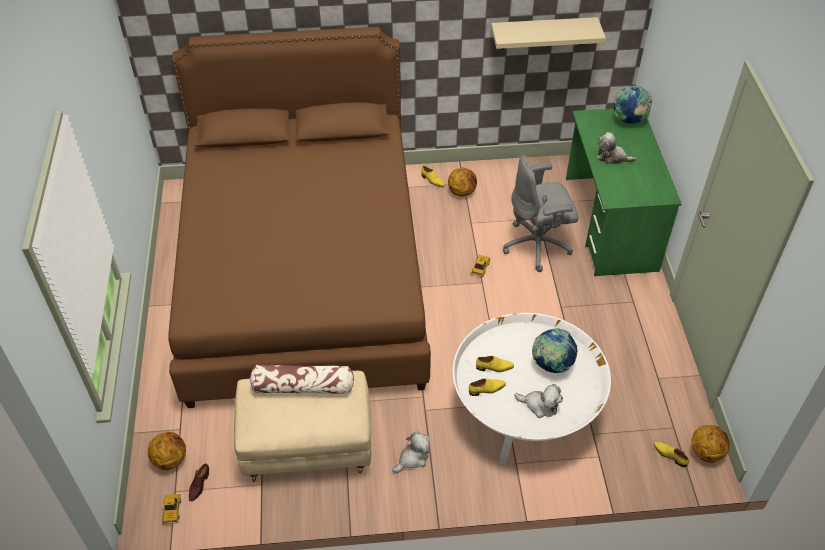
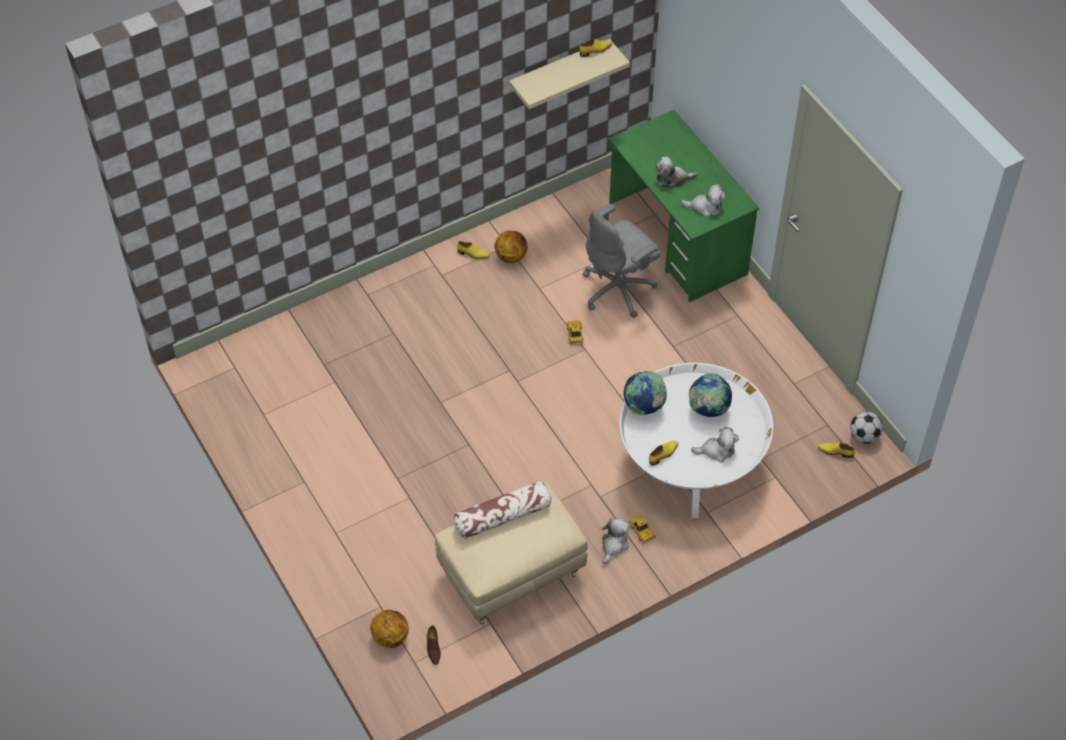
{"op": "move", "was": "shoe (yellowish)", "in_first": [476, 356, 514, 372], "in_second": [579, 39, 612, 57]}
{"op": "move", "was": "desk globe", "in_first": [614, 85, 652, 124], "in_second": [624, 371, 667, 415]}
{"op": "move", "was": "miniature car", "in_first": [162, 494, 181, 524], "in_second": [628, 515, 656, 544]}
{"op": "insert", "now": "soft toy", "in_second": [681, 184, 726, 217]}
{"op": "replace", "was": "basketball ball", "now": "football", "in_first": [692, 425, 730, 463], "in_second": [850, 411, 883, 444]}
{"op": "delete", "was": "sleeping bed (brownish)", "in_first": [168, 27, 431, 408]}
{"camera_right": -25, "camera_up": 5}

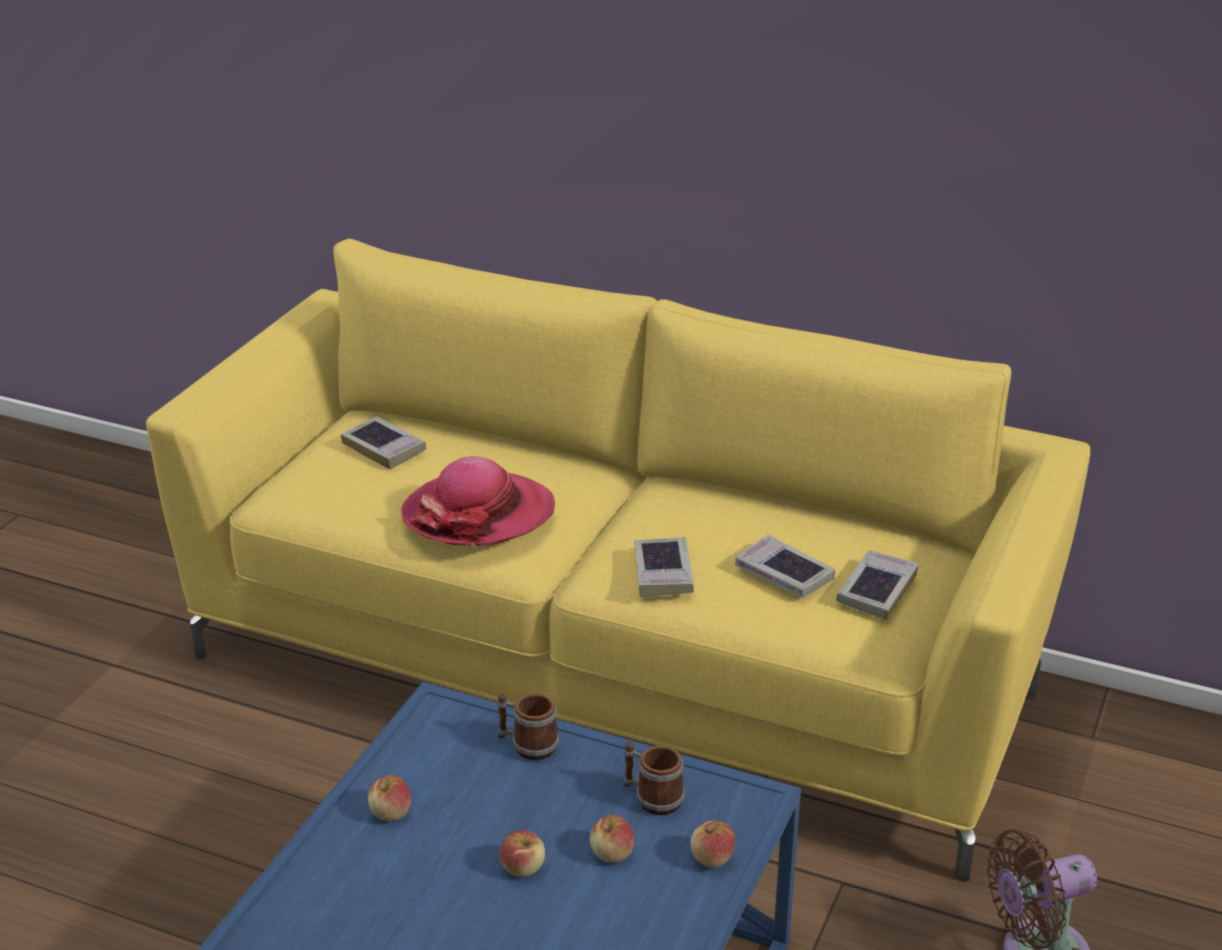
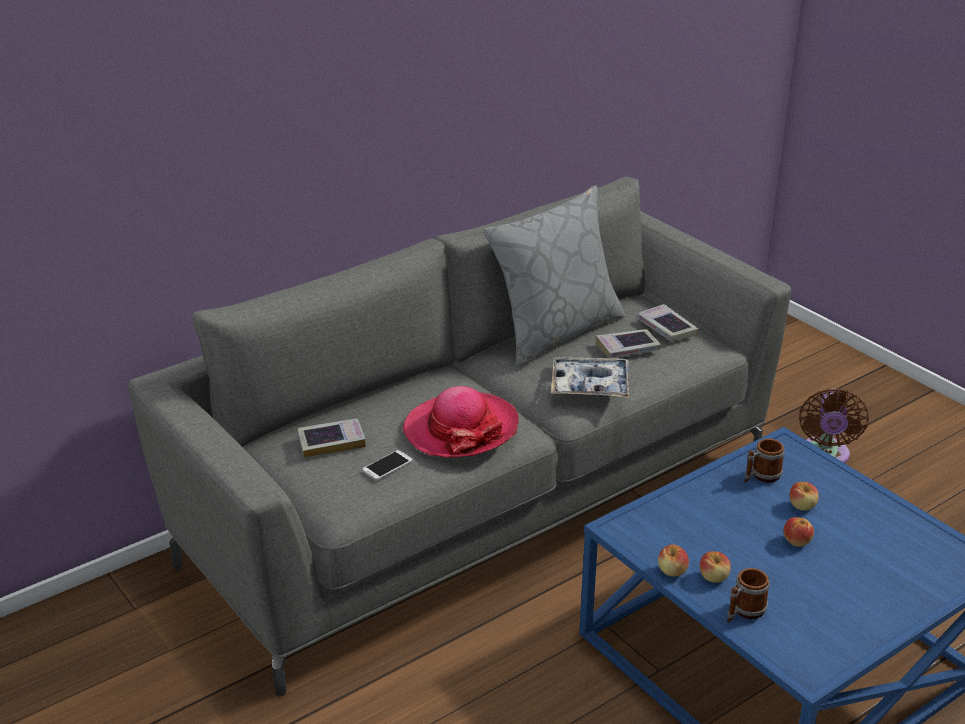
{"op": "recolor", "was": "couch (yellowish)", "now": "couch (grey)", "in_first": [146, 239, 1090, 882], "in_second": [128, 177, 791, 696]}
{"op": "insert", "now": "telephone", "in_second": [363, 450, 413, 480]}
{"op": "insert", "now": "pillow (grey)", "in_second": [484, 185, 625, 368]}
{"op": "replace", "was": "bound book", "now": "tray", "in_first": [634, 537, 694, 597], "in_second": [551, 357, 629, 398]}
{"op": "move", "was": "apple", "in_first": [690, 820, 735, 868], "in_second": [658, 544, 689, 577]}
{"op": "move", "was": "coffee mug", "in_first": [498, 693, 559, 760], "in_second": [727, 568, 770, 622]}
{"camera_right": -60, "camera_up": 0}

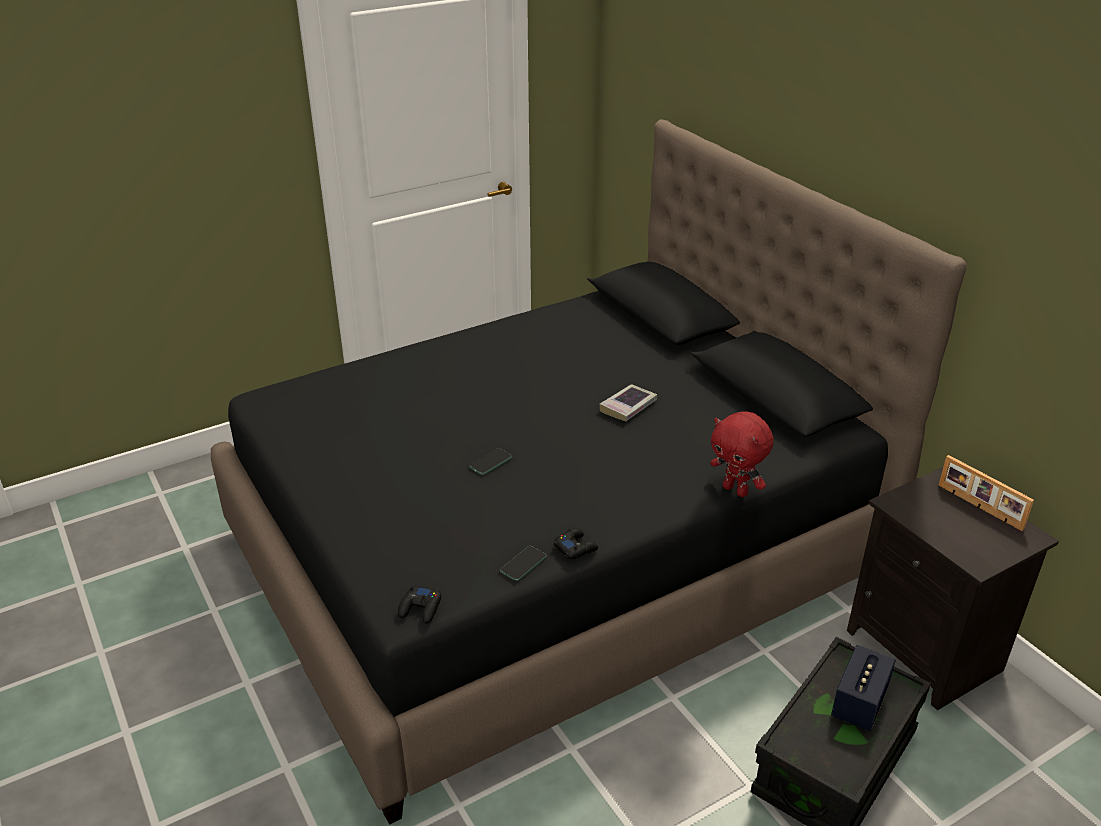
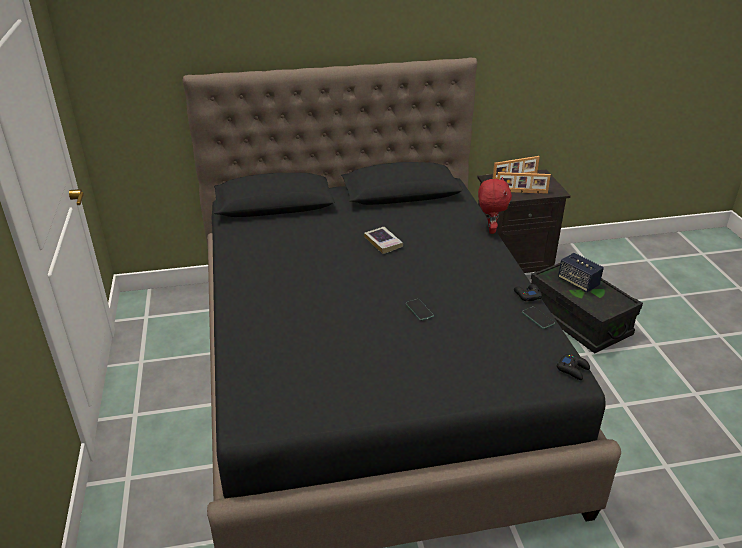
{"op": "rotate", "was": "soft toy (red-coloured)", "in_first": [710, 411, 774, 497], "in_second": [478, 177, 512, 234], "clockwise": -60}
{"op": "insert", "now": "standing frame", "in_second": [497, 172, 551, 194]}
{"camera_right": -70, "camera_up": 0}

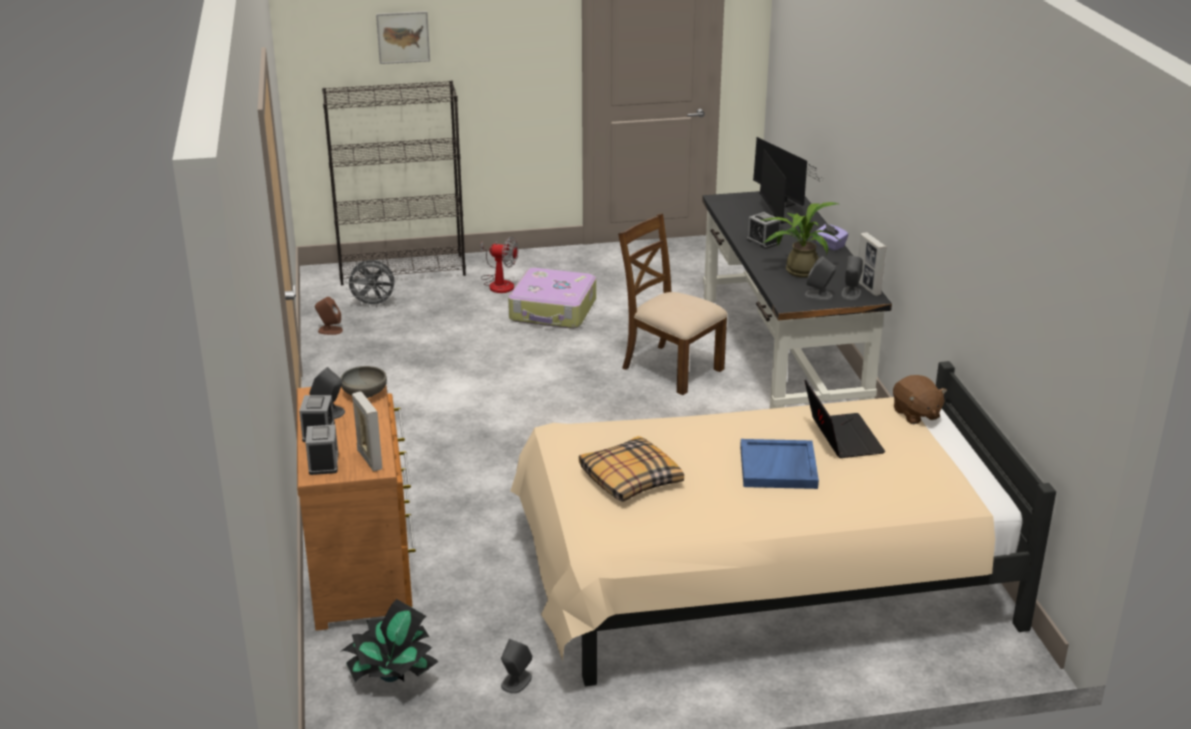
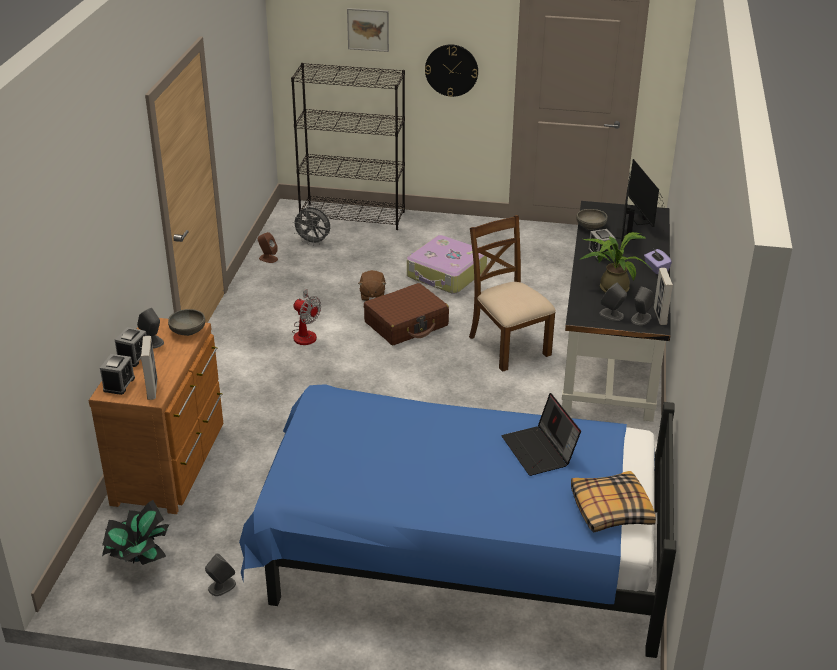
{"op": "recolor", "was": "sleeping bed (beige)", "now": "sleeping bed (blue-coloured)", "in_first": [510, 361, 1056, 686], "in_second": [239, 384, 676, 658]}
{"op": "move", "was": "electric fan", "in_first": [480, 237, 518, 293], "in_second": [292, 289, 321, 345]}
{"op": "move", "was": "soft toy (brownish)", "in_first": [893, 375, 947, 424], "in_second": [358, 270, 387, 301]}
{"op": "insert", "now": "travel case (brownish)", "in_second": [364, 283, 449, 345]}
{"op": "insert", "now": "hanging clock", "in_second": [425, 44, 478, 97]}
{"op": "rotate", "was": "notebook computer", "in_first": [805, 380, 885, 458], "in_second": [502, 393, 581, 476], "clockwise": 150}
{"op": "move", "was": "pillow", "in_first": [579, 436, 684, 502], "in_second": [571, 471, 656, 532]}
{"op": "insert", "now": "deep dish (grey)", "in_second": [577, 209, 608, 230]}
{"op": "delete", "was": "tray (blue-coloured)", "in_first": [740, 439, 819, 489]}
{"camera_right": 20, "camera_up": 5}

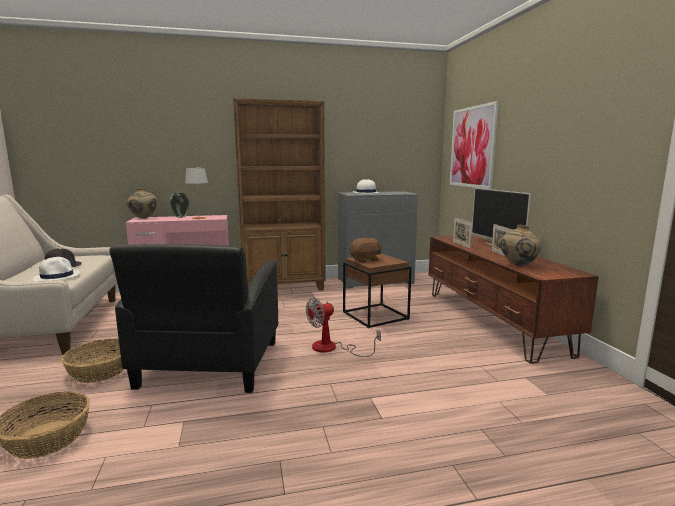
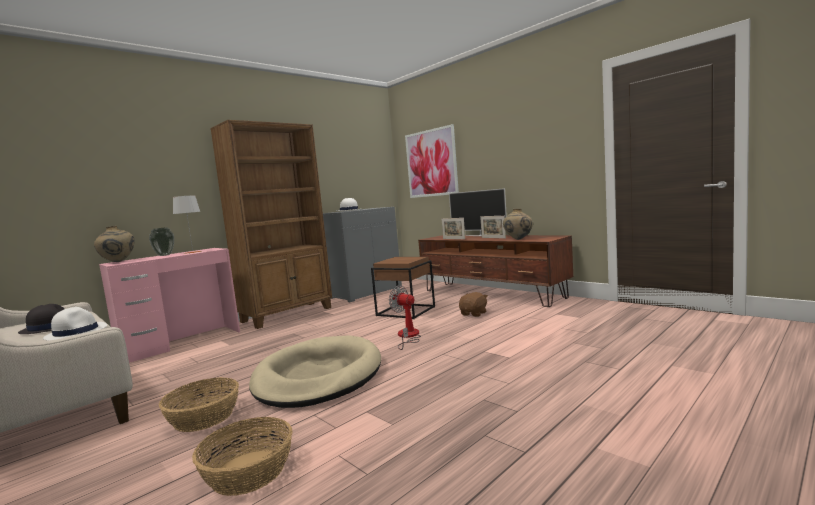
{"op": "replace", "was": "armchair (black)", "now": "dog cushion (beige)", "in_first": [110, 244, 278, 393], "in_second": [249, 335, 381, 408]}
{"op": "rotate", "was": "electric fan", "in_first": [306, 298, 381, 357], "in_second": [389, 286, 421, 350], "clockwise": 105}
{"op": "move", "was": "soft toy (brownish)", "in_first": [350, 238, 382, 263], "in_second": [459, 292, 488, 317]}
{"camera_right": -30, "camera_up": -5}

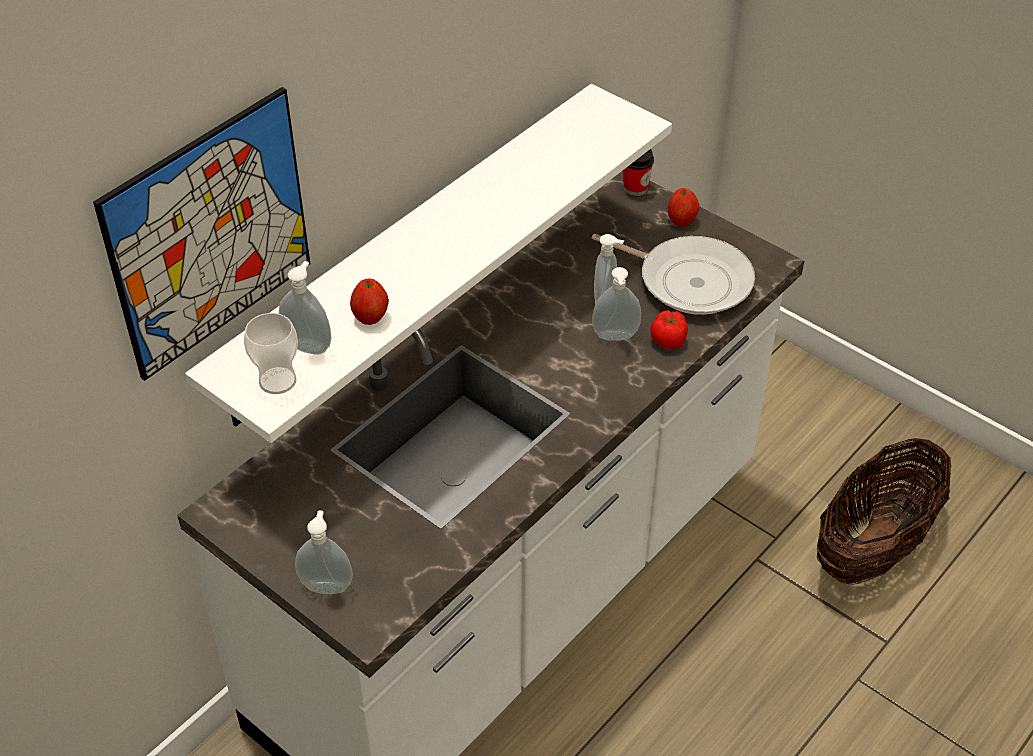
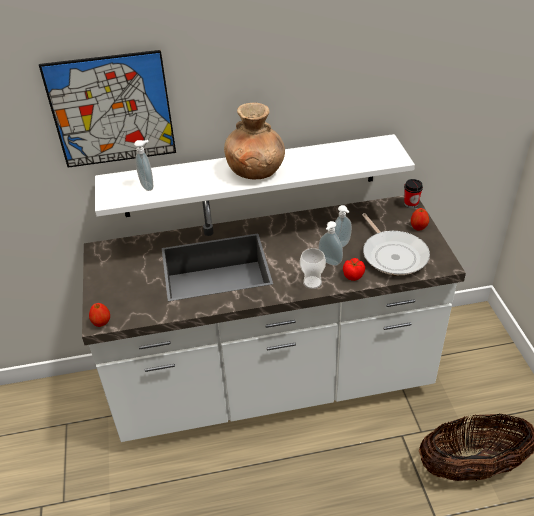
{"op": "move", "was": "apple", "in_first": [350, 279, 389, 325], "in_second": [89, 303, 110, 327]}
{"op": "insert", "now": "flower vase (brownish)", "in_second": [224, 103, 285, 179]}
{"op": "move", "was": "drinking cup", "in_first": [244, 313, 298, 394], "in_second": [300, 248, 326, 289]}
{"op": "delete", "was": "liquid soap bottle", "in_first": [295, 510, 353, 594]}
{"camera_right": 40, "camera_up": -5}

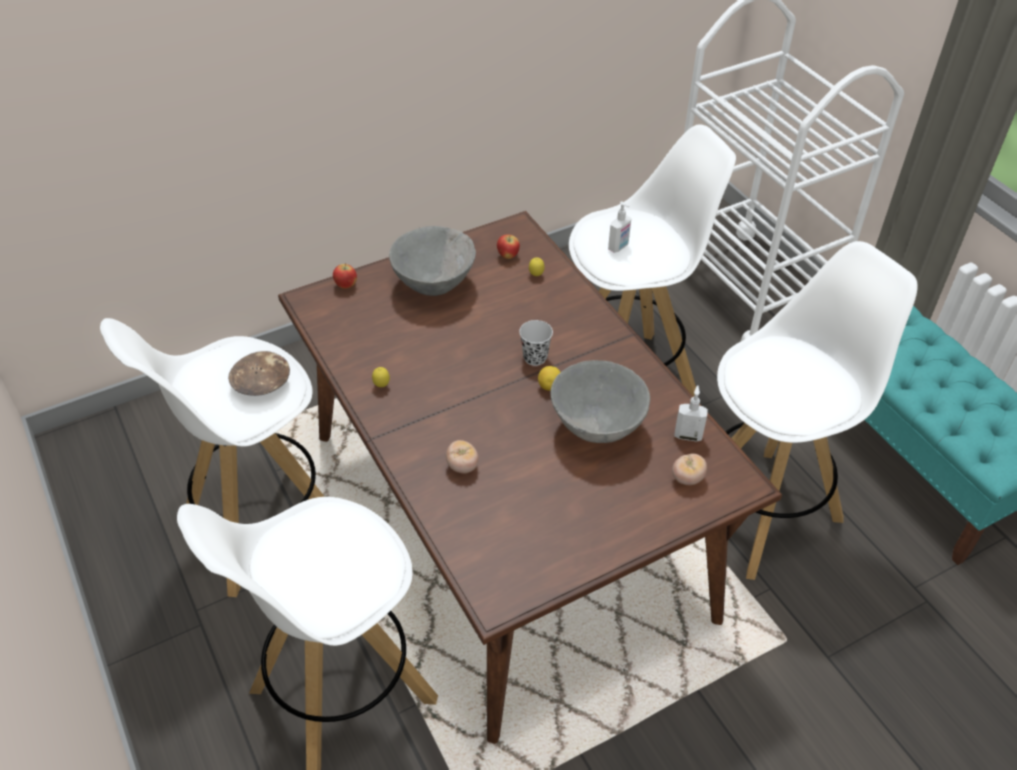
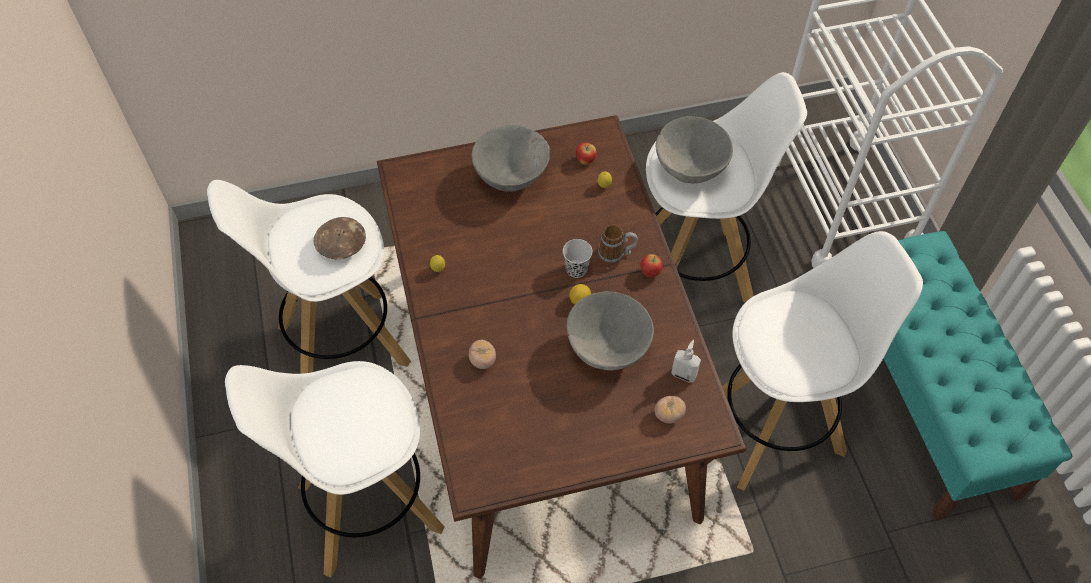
{"op": "insert", "now": "coffee mug", "in_second": [598, 225, 638, 264]}
{"op": "move", "was": "apple", "in_first": [333, 263, 357, 289], "in_second": [640, 254, 663, 277]}
{"op": "replace", "was": "liquid soap bottle", "now": "deep dish (grey)", "in_first": [608, 201, 631, 253], "in_second": [656, 116, 733, 183]}
{"camera_right": 15, "camera_up": 10}

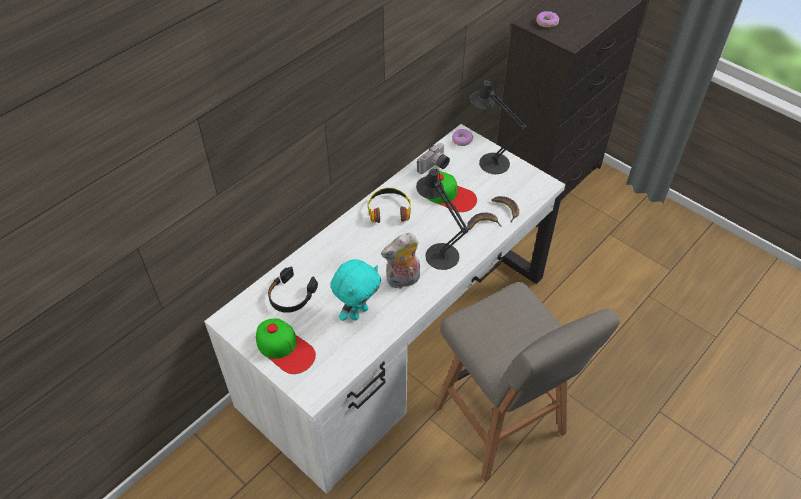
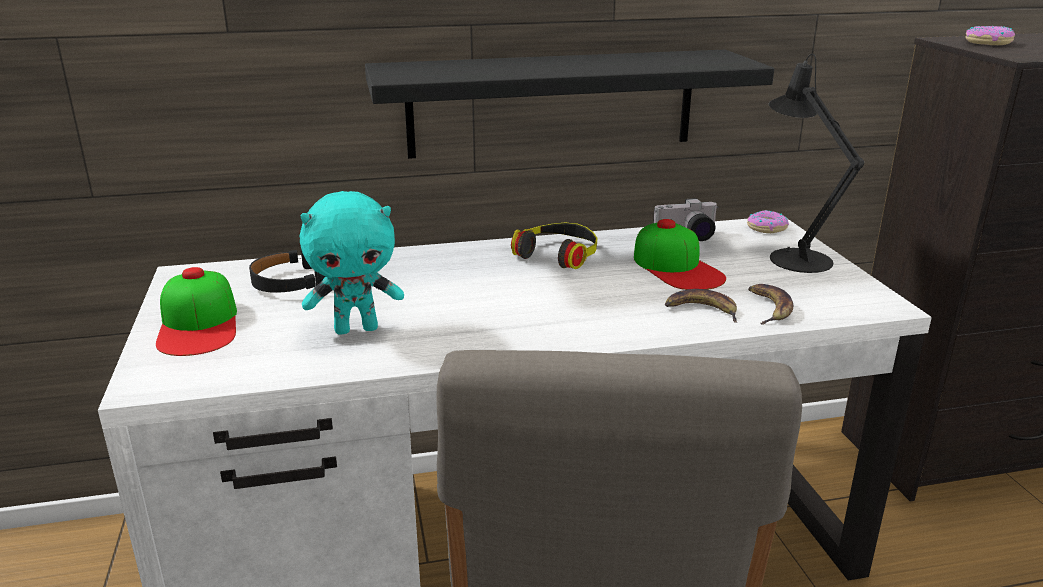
{"op": "insert", "now": "wall shelf (black)", "in_second": [365, 49, 774, 159]}
{"op": "delete", "was": "soft toy", "in_first": [381, 233, 420, 289]}
{"op": "delete", "was": "tabletop lamp (black)", "in_first": [416, 169, 469, 270]}
{"camera_right": 35, "camera_up": -25}

